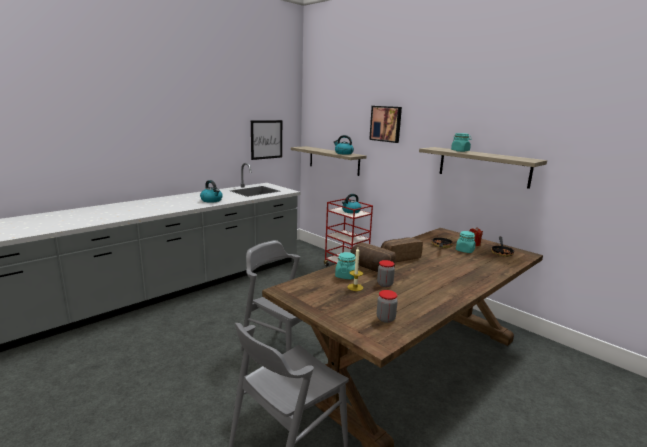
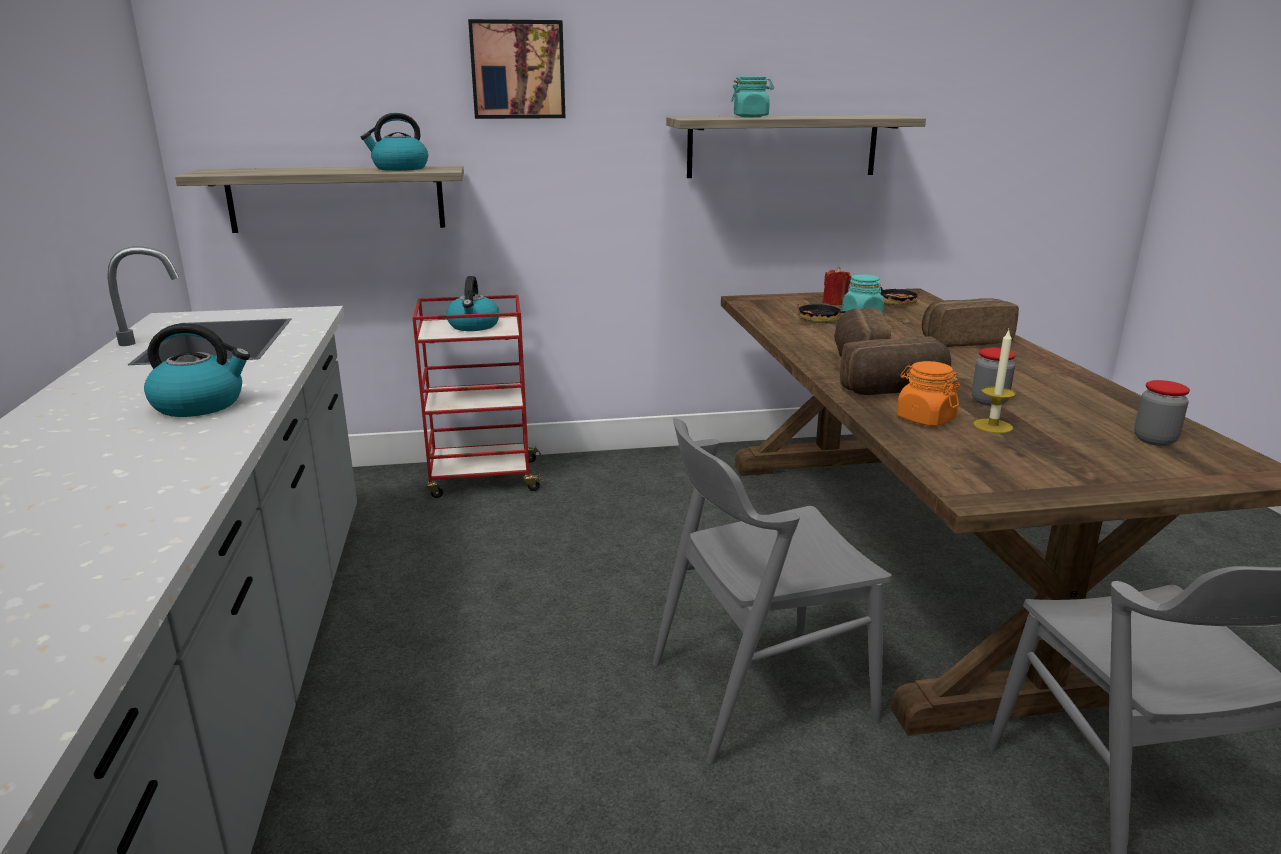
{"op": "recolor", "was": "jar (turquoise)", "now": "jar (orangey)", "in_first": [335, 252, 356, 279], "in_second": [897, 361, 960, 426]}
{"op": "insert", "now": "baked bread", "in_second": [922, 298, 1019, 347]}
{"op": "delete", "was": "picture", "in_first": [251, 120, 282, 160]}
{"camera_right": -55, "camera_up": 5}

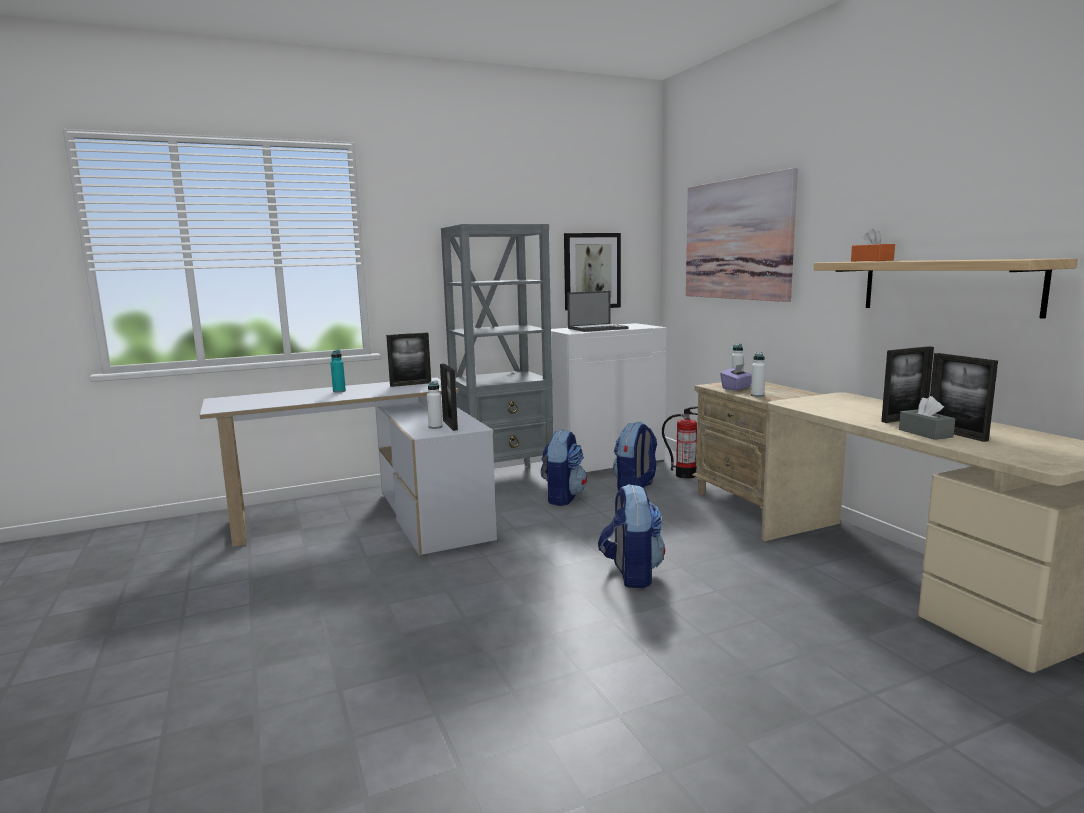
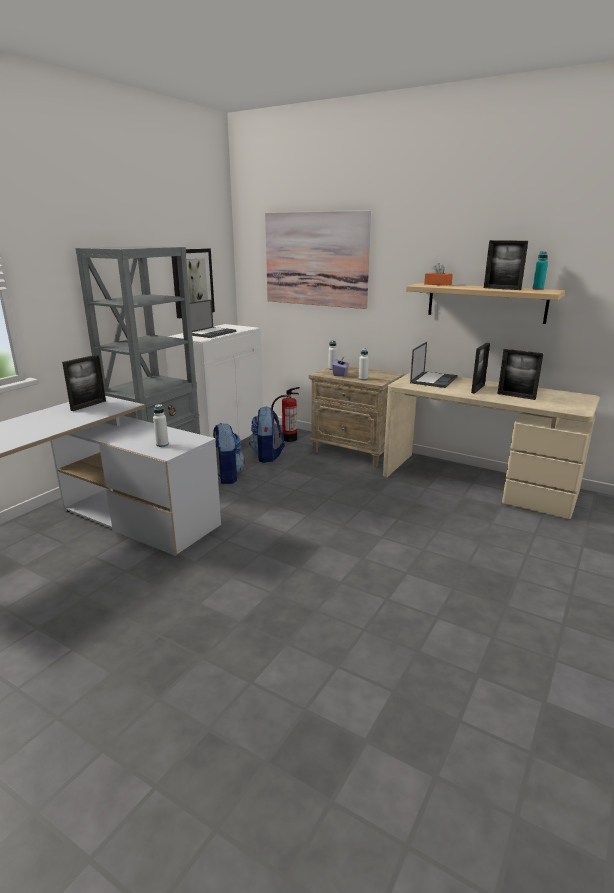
{"op": "insert", "now": "notebook computer", "in_second": [410, 342, 457, 388]}
{"op": "move", "was": "standing frame", "in_first": [440, 364, 458, 431], "in_second": [484, 240, 528, 290]}
{"op": "move", "was": "beverage bottle (turquoise)", "in_first": [330, 350, 346, 393], "in_second": [532, 251, 548, 290]}
{"op": "delete", "was": "rucksack", "in_first": [598, 484, 665, 588]}
{"op": "delete", "was": "box of tissues (grey)", "in_first": [899, 396, 955, 440]}
{"camera_right": -35, "camera_up": 10}

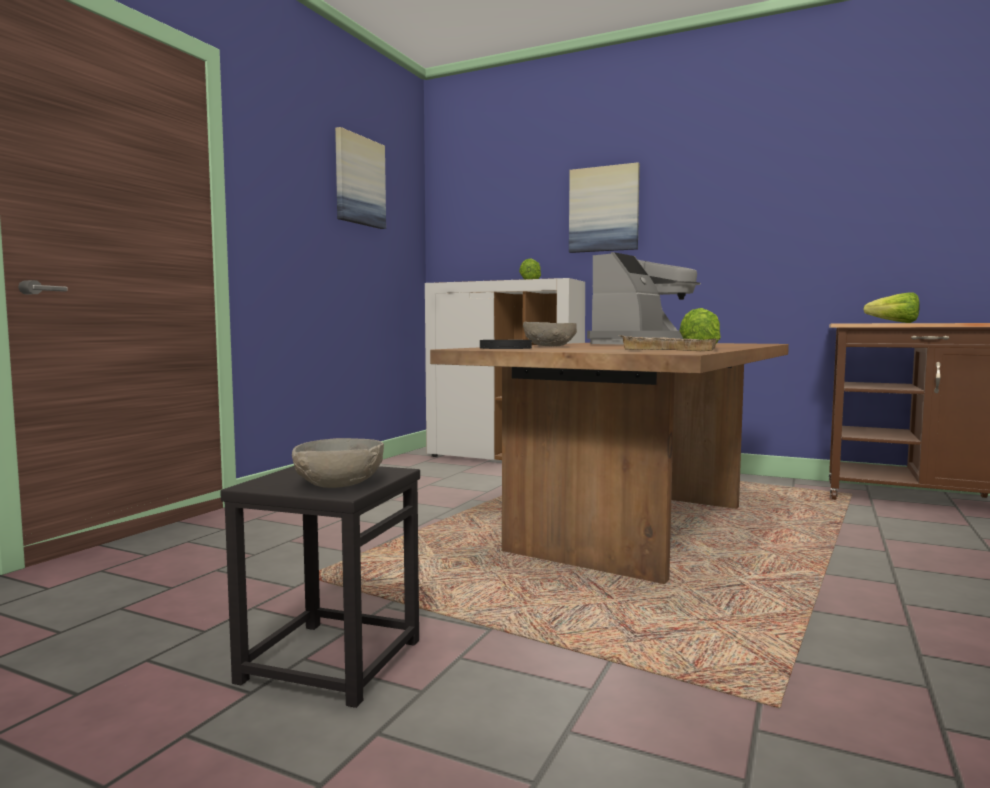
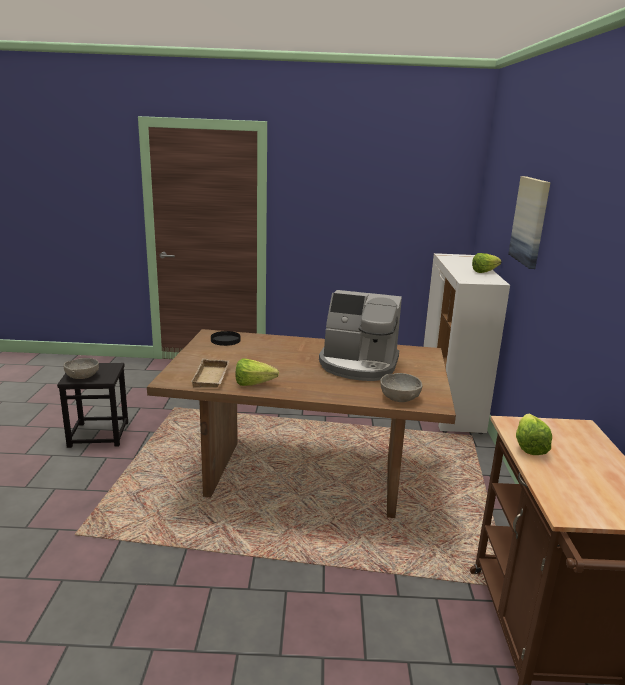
{"op": "move", "was": "deep dish (grey)", "in_first": [523, 322, 577, 346], "in_second": [380, 373, 422, 402]}
{"op": "delete", "was": "picture", "in_first": [335, 127, 386, 229]}
{"camera_right": 65, "camera_up": 15}

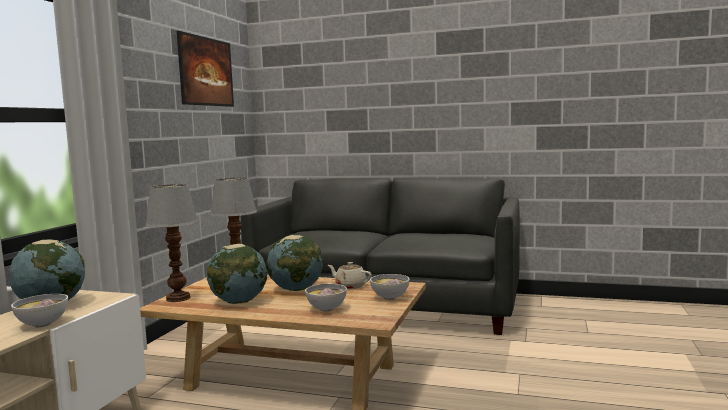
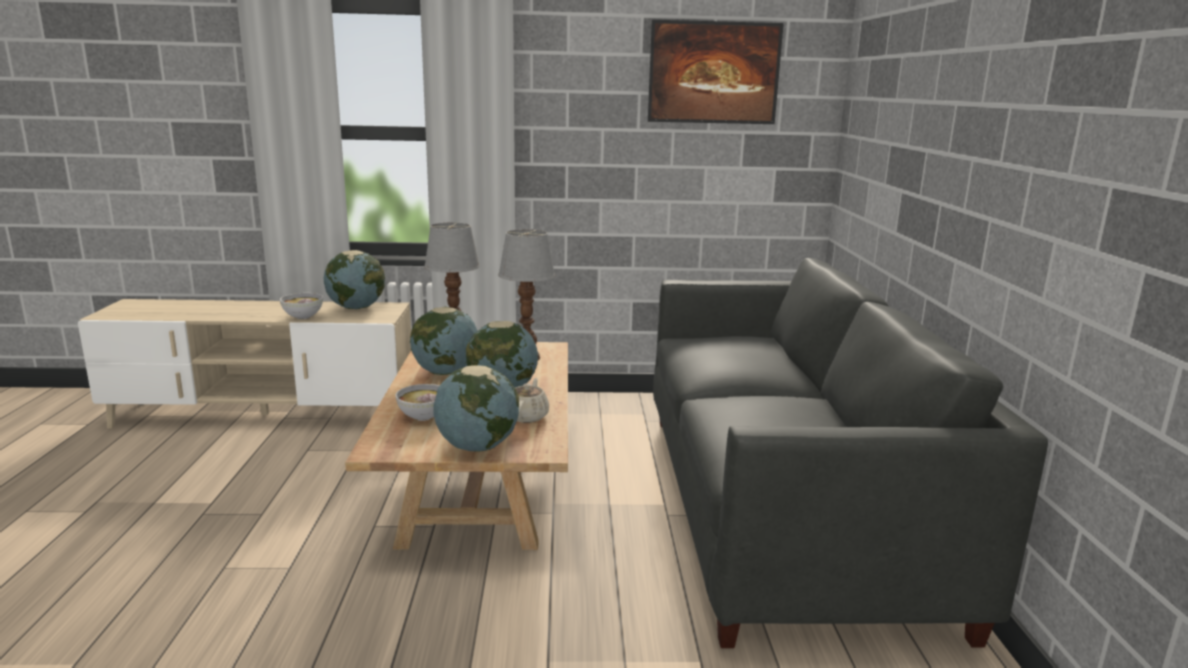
{"op": "replace", "was": "deep dish", "now": "desk globe", "in_first": [370, 274, 409, 300], "in_second": [433, 365, 519, 452]}
{"camera_right": 70, "camera_up": 10}

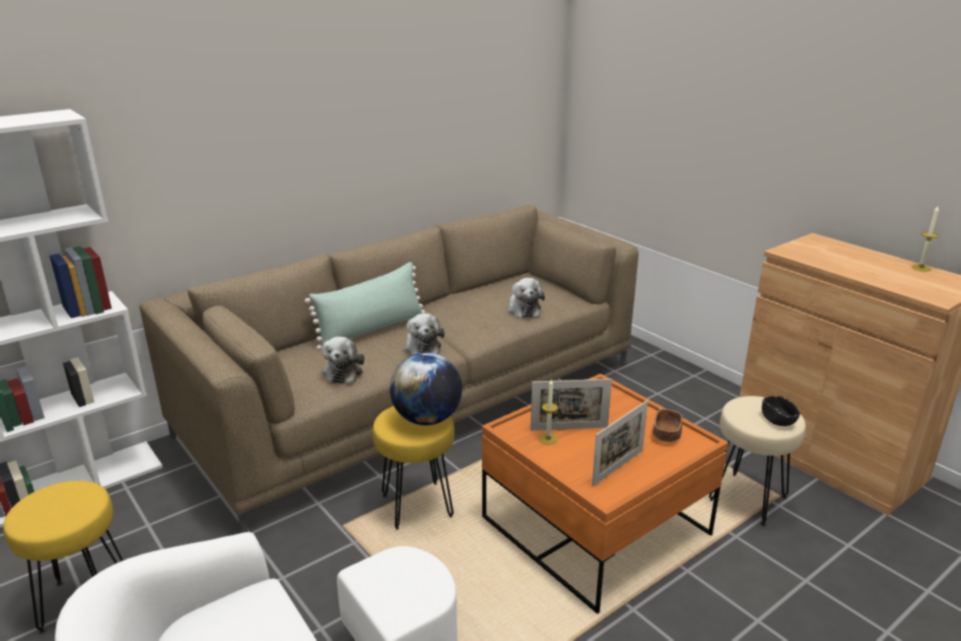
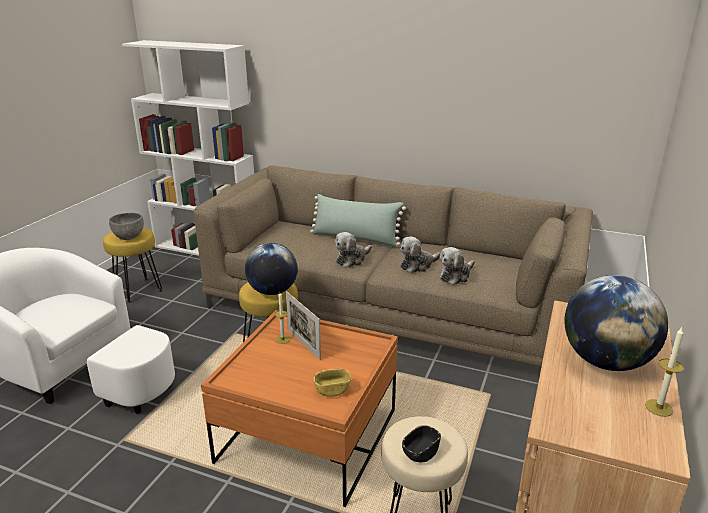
{"op": "insert", "now": "deep dish (grey)", "in_second": [109, 213, 144, 240]}
{"op": "recolor", "was": "deep dish (brownish)", "now": "deep dish (yellowish)", "in_first": [653, 409, 683, 442], "in_second": [314, 369, 351, 397]}
{"op": "move", "was": "soft toy", "in_first": [321, 337, 364, 383], "in_second": [400, 237, 440, 273]}
{"op": "insert", "now": "desk globe", "in_second": [564, 275, 668, 371]}
{"op": "delete", "was": "standing frame", "in_first": [592, 400, 648, 487]}
{"camera_right": 60, "camera_up": 0}

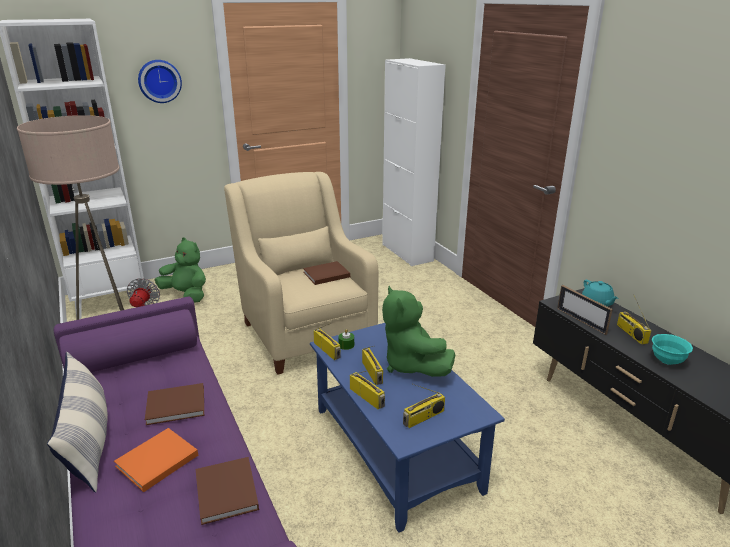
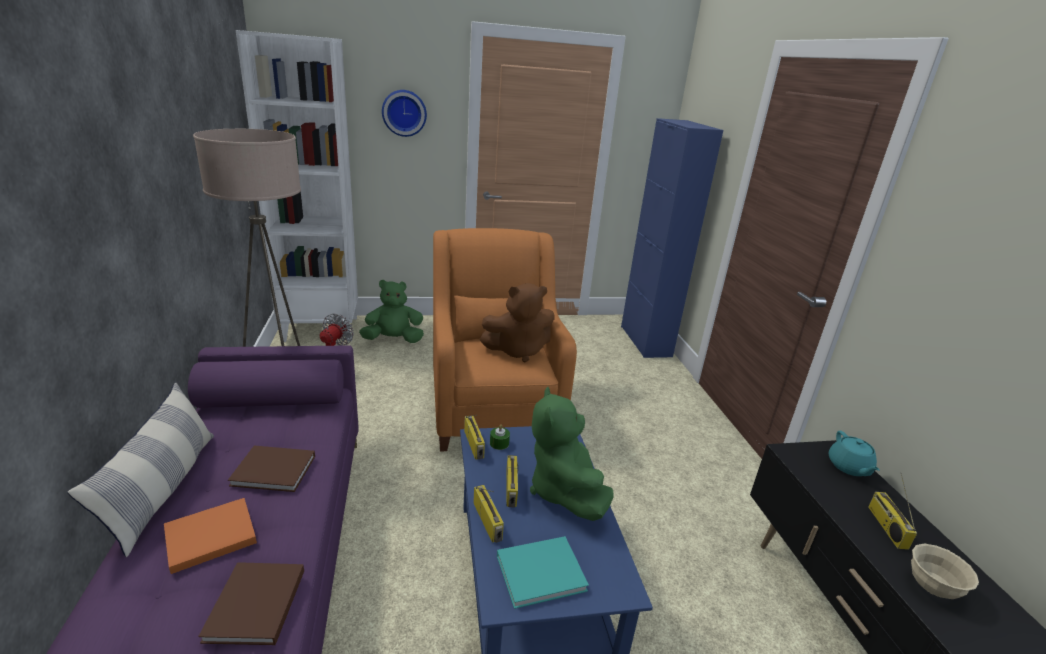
{"op": "rotate", "was": "soft toy (green)", "in_first": [155, 237, 206, 303], "in_second": [359, 280, 424, 343], "clockwise": -60}
{"op": "recolor", "was": "armchair (beige)", "now": "armchair (orangey)", "in_first": [224, 172, 378, 375], "in_second": [433, 228, 577, 452]}
{"op": "replace", "was": "bound book (brownish)", "now": "soft toy (brownish)", "in_first": [303, 261, 350, 285], "in_second": [480, 283, 554, 362]}
{"op": "replace", "was": "radio set", "now": "bound book (turquoise)", "in_first": [403, 384, 445, 428], "in_second": [497, 536, 589, 609]}
{"op": "recolor", "was": "storage cabinet (white)", "now": "storage cabinet (blue-coloured)", "in_first": [382, 58, 446, 266], "in_second": [621, 118, 723, 358]}
{"op": "recolor", "was": "deep dish (turquoise)", "now": "deep dish (beige)", "in_first": [652, 334, 693, 365], "in_second": [911, 544, 979, 599]}
{"op": "delete", "was": "standing frame", "in_first": [557, 285, 613, 335]}
{"camera_right": 15, "camera_up": 0}

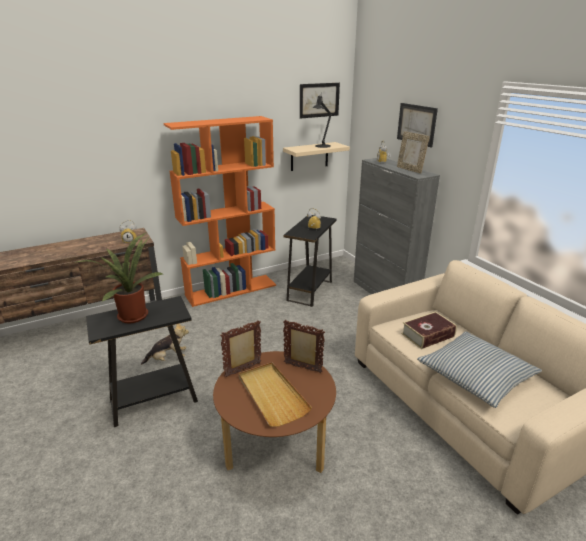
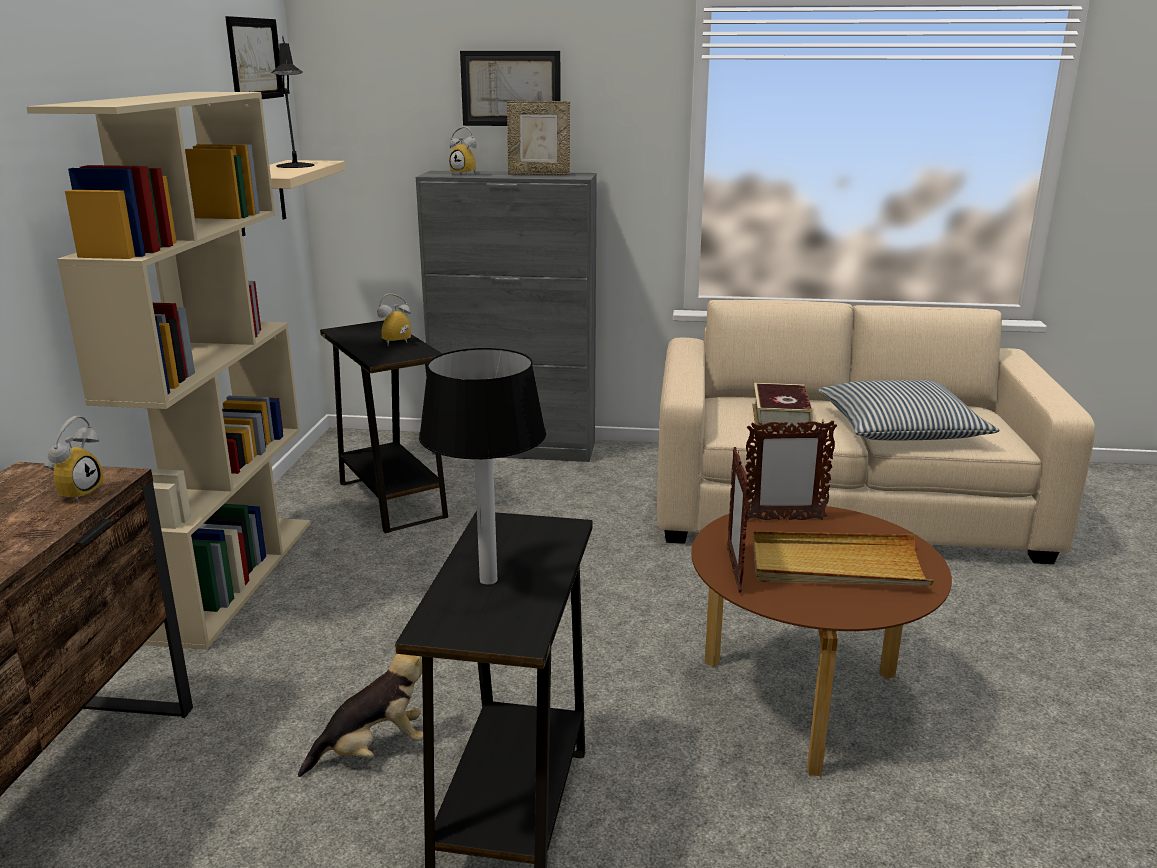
{"op": "recolor", "was": "bookshelf (orangey)", "now": "bookshelf (beige)", "in_first": [163, 116, 276, 307], "in_second": [26, 92, 311, 650]}
{"op": "rotate", "was": "soft toy", "in_first": [141, 324, 189, 365], "in_second": [298, 637, 423, 777], "clockwise": 45}
{"op": "replace", "was": "potted plant", "now": "tabletop lamp", "in_first": [74, 232, 165, 323], "in_second": [419, 348, 546, 585]}
{"op": "rotate", "was": "standing frame", "in_first": [283, 320, 325, 373], "in_second": [745, 421, 837, 520], "clockwise": -150}
{"camera_right": -55, "camera_up": -5}

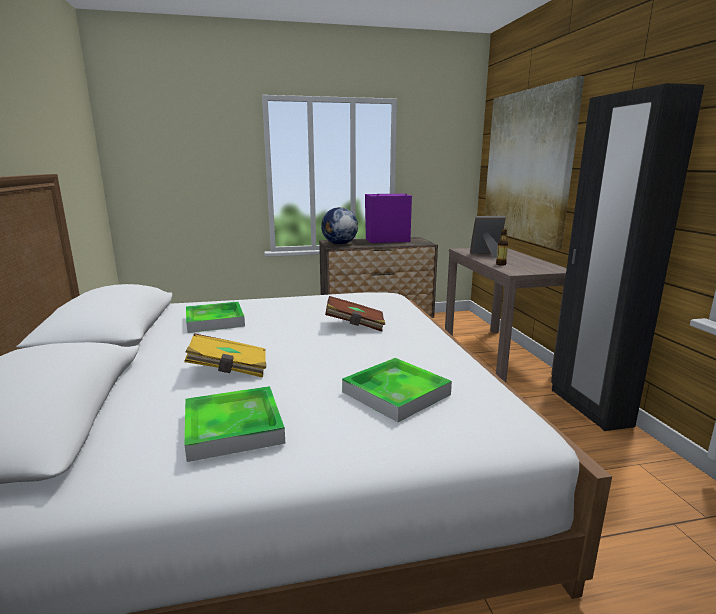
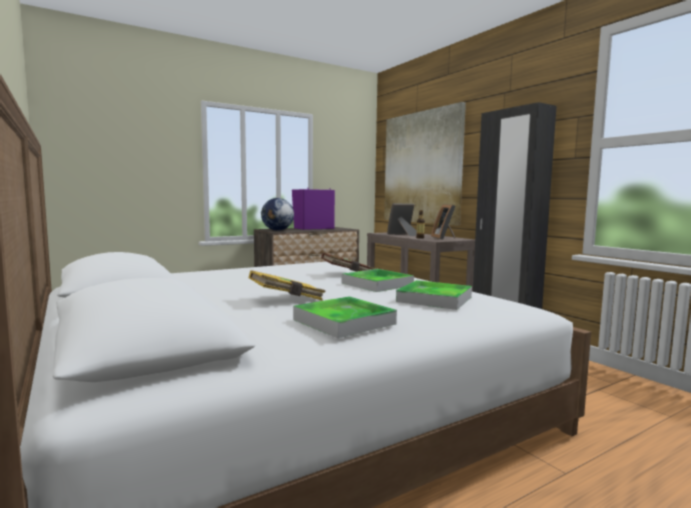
{"op": "move", "was": "tray", "in_first": [186, 302, 245, 333], "in_second": [342, 269, 414, 292]}
{"op": "insert", "now": "standing frame", "in_second": [431, 204, 455, 240]}
{"camera_right": -20, "camera_up": -10}

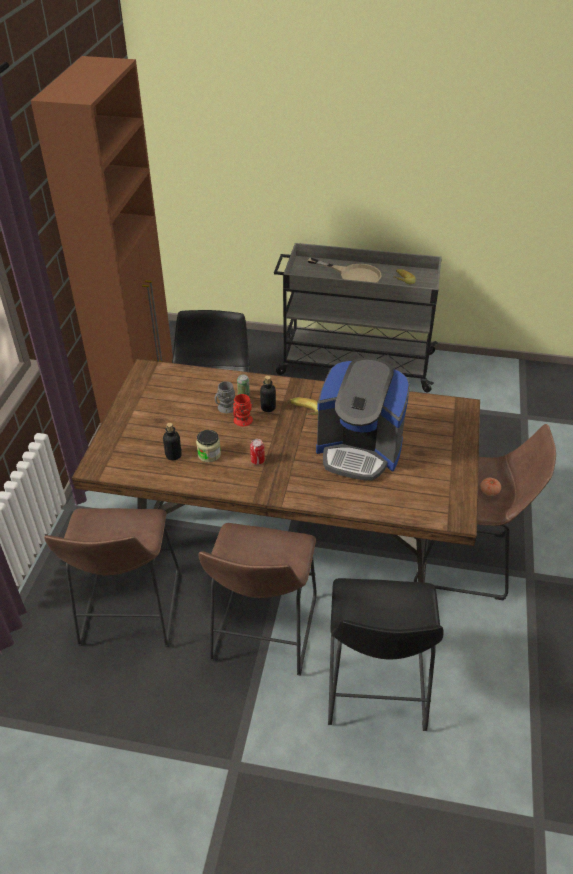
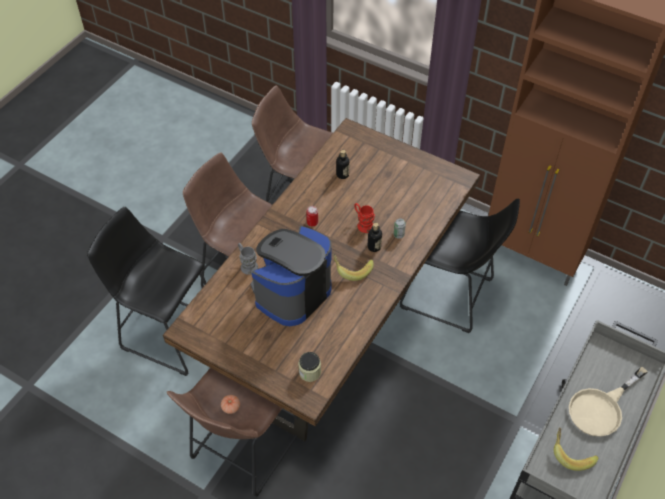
{"op": "move", "was": "coffee mug (grey)", "in_first": [215, 381, 235, 413], "in_second": [238, 243, 258, 275]}
{"op": "move", "was": "jar", "in_first": [196, 430, 221, 462], "in_second": [298, 352, 321, 382]}
{"camera_right": 110, "camera_up": 10}

